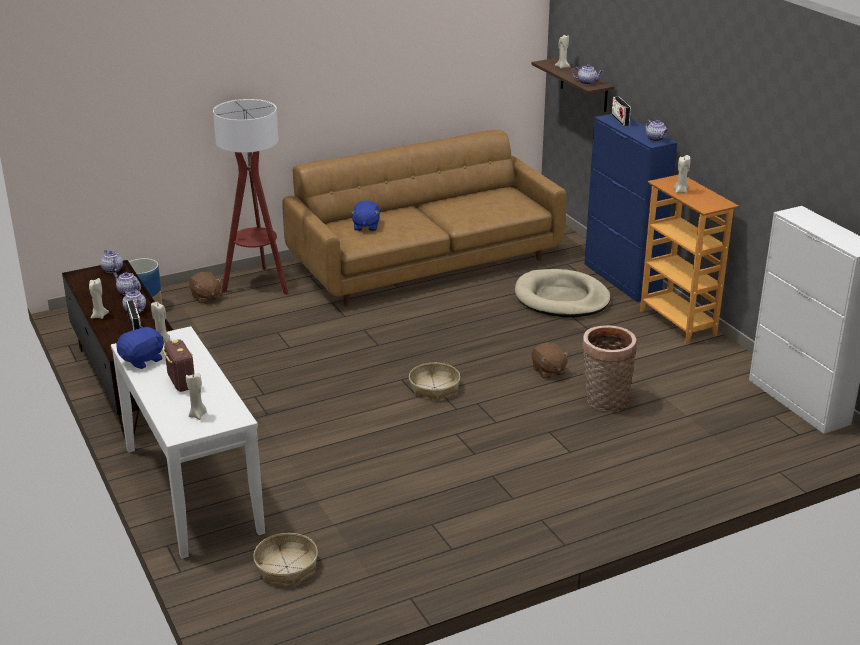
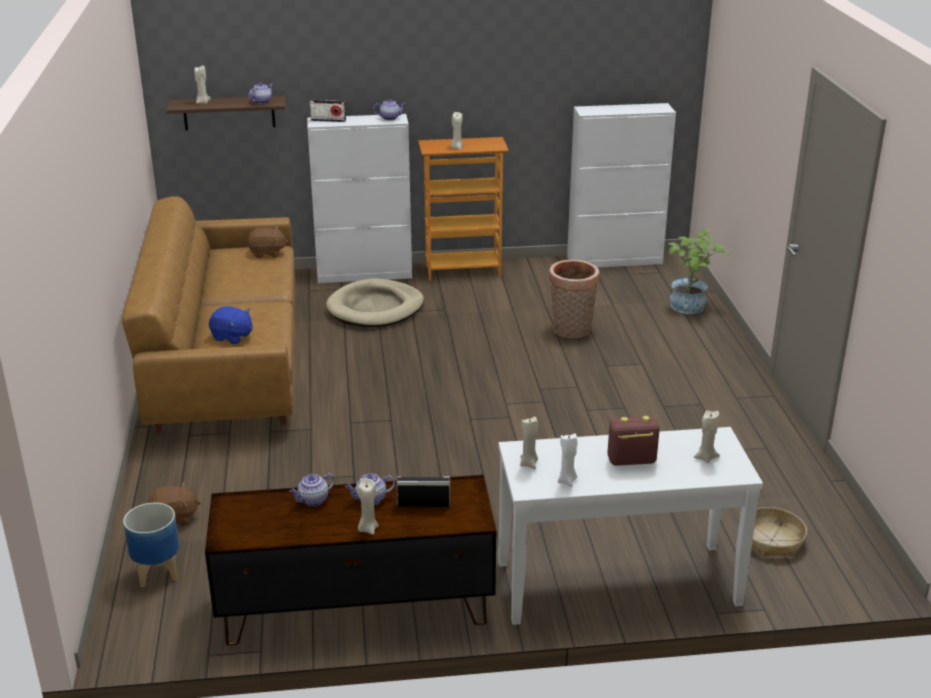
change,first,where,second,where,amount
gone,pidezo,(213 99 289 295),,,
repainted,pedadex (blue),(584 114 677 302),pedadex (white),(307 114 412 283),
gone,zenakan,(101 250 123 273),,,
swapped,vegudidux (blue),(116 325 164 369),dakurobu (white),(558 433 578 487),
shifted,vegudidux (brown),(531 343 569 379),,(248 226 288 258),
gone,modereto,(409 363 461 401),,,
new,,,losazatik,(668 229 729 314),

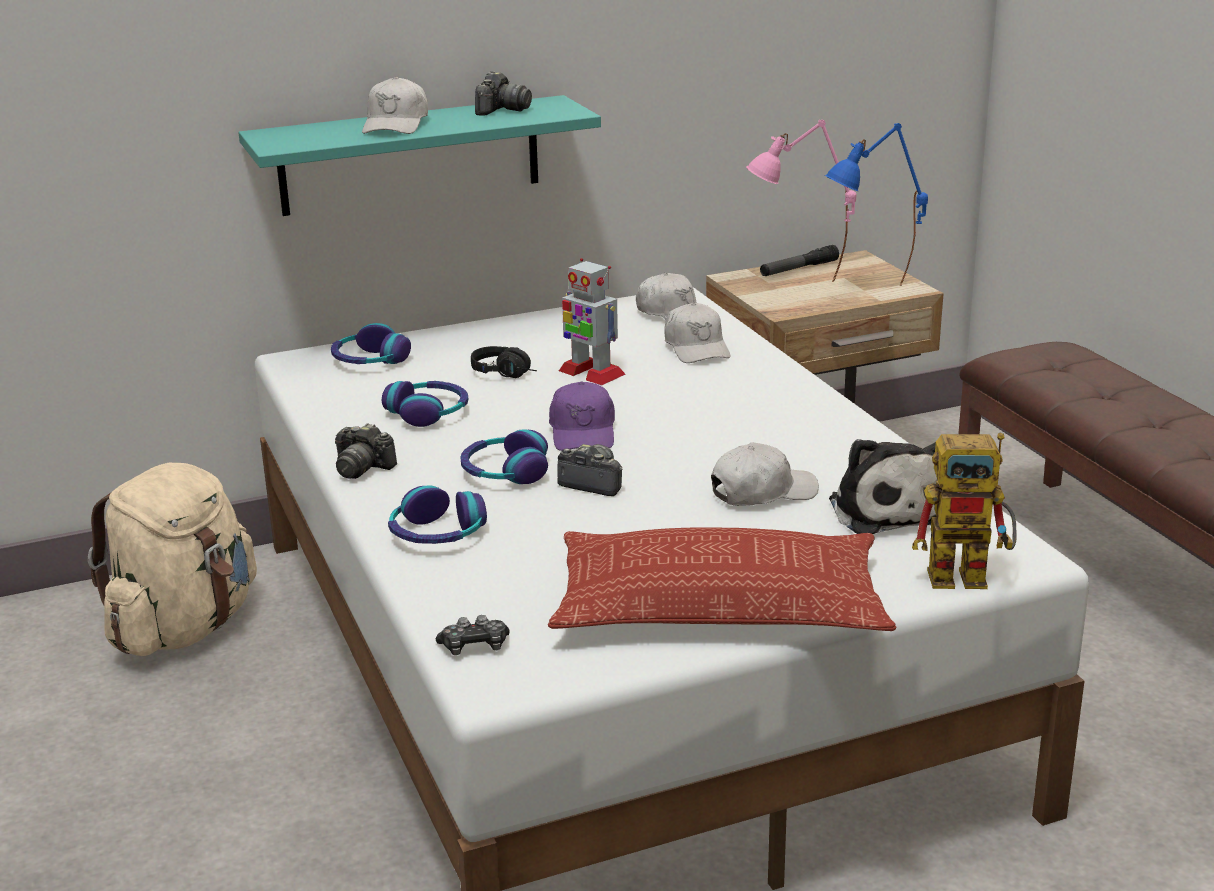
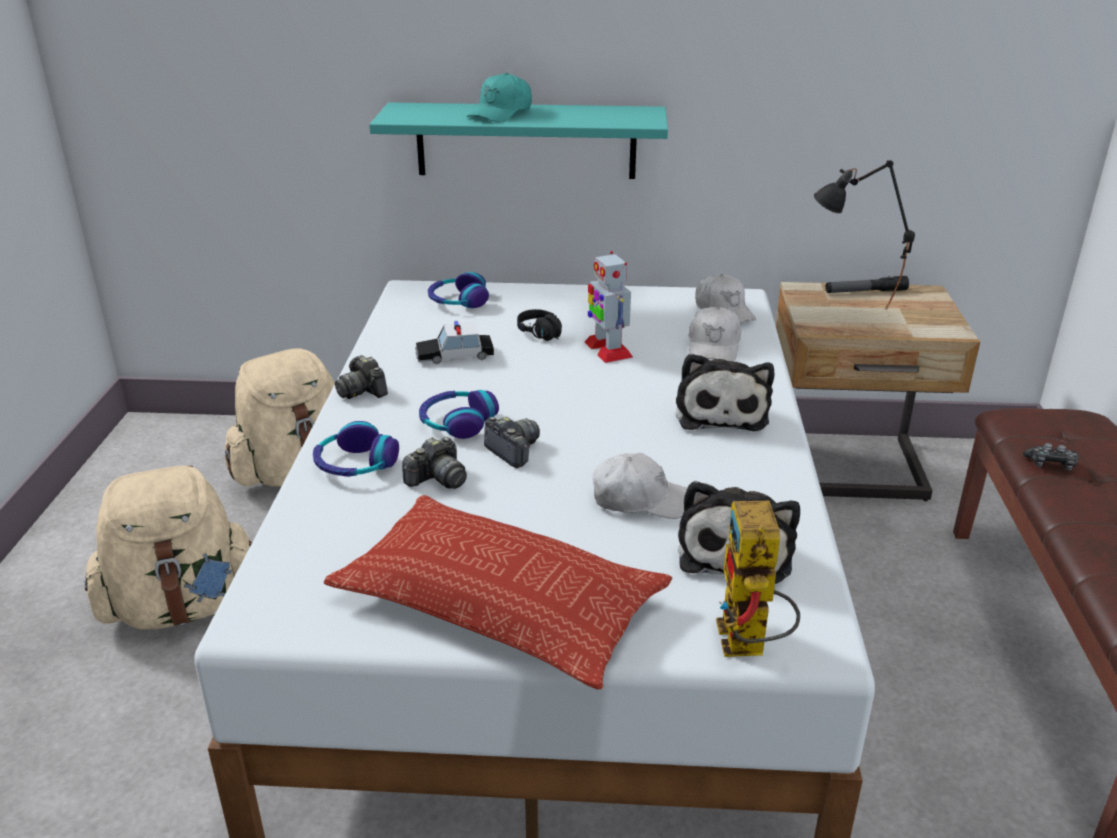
change,first,where,second,where,amount
shifted,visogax,(475 71 532 116),,(402 437 467 489),
repainted,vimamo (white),(362 77 428 134),vimamo (turquoise),(466 73 532 122),
repainted,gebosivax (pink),(746 119 856 282),gebosivax (black),(814 160 915 310),
gone,gebosivax (blue),(825 123 928 285),,,
swapped,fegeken,(382 381 468 427),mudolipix,(415 321 494 364),
gone,vimamo (purple),(549 381 615 451),,,
rotated,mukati,(912 432 1017 589),,(716 501 800 657),60 degrees clockwise
shifted,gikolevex,(436 615 510 655),,(1023 443 1079 471),
new,,,vegudidux,(676 353 774 431),
new,,,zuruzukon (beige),(84 466 252 630),

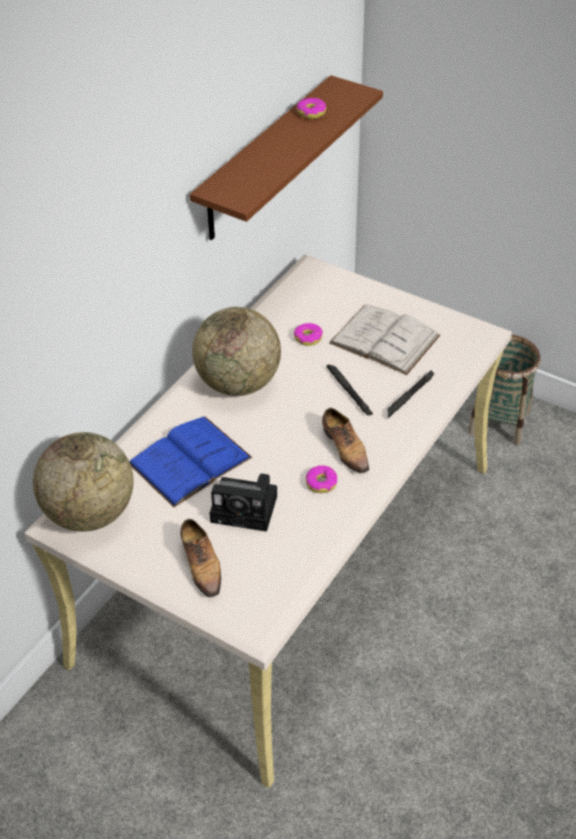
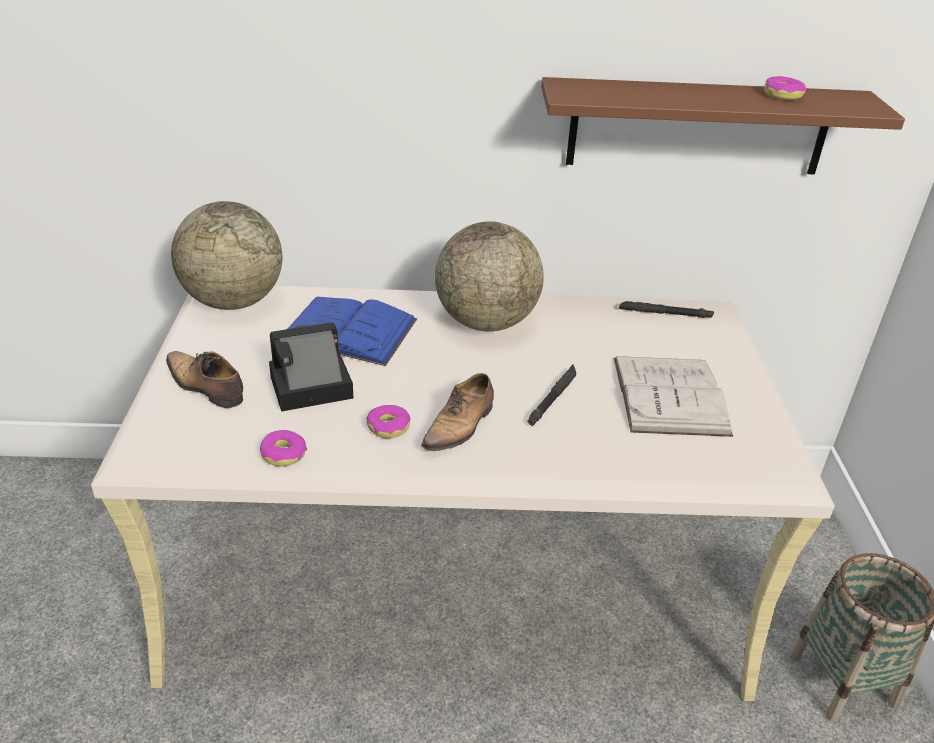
change,first,where,second,where,amount
shifted,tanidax,(294 323 323 346),,(260 430 307 466),
shifted,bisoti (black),(387 370 434 418),,(619 301 714 318),
rotated,visogax,(209 474 277 532),,(269 322 353 412),90 degrees clockwise
rotated,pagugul,(180 519 221 598),,(166 351 243 408),90 degrees clockwise

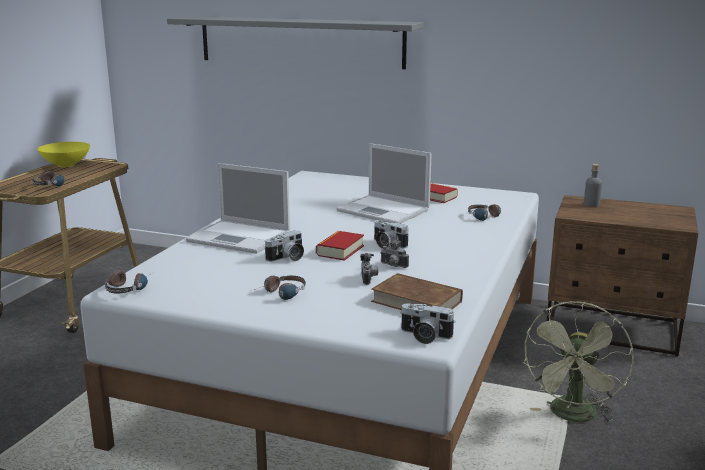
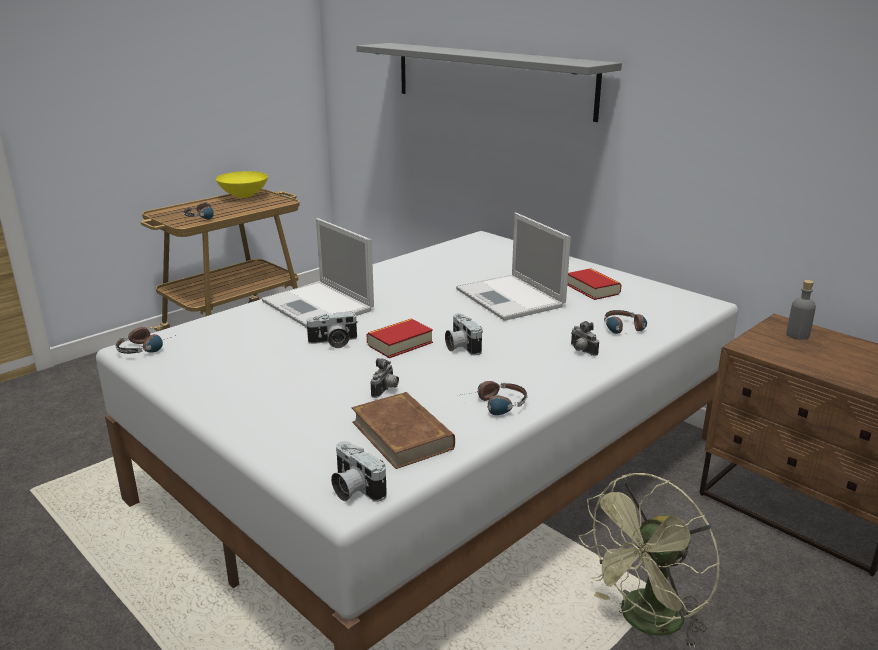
change,first,where,second,where,amount
shifted,visogax,(380 240 409 268),,(571 321 599 356),
shifted,fegeken,(251 276 306 300),,(457 381 528 415),

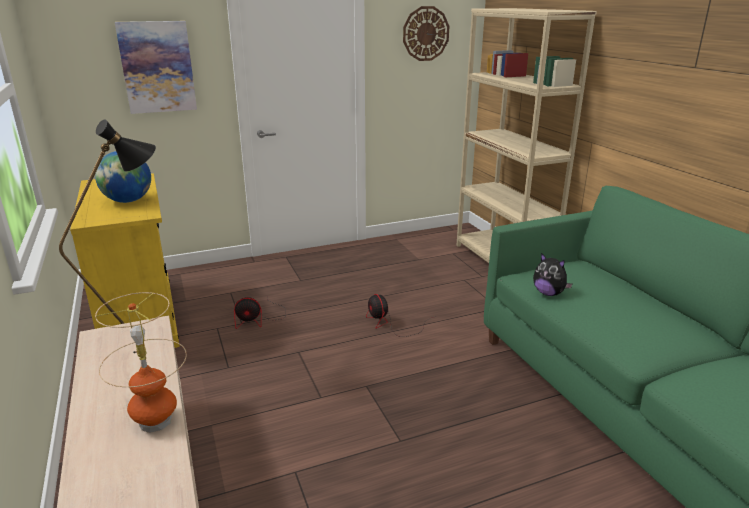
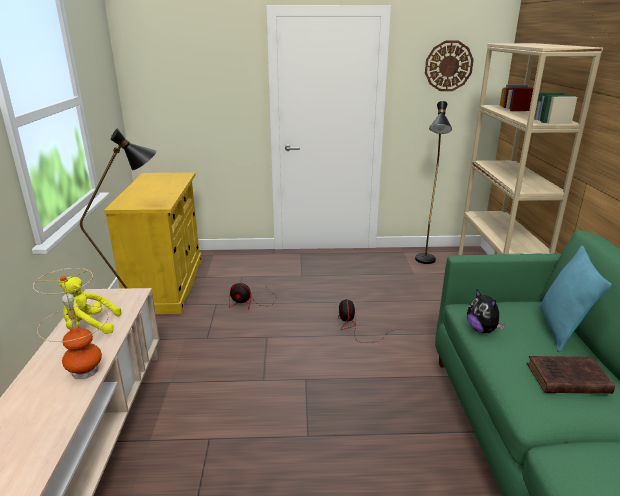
change,first,where,second,where,amount
gone,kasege,(115 21 197 114),,,
gone,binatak,(95 151 151 203),,,
new,,,pidezo (black),(415 101 452 264),
new,,,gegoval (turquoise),(539 246 612 352),
new,,,vegudidux (yellow),(59 276 121 334),
new,,,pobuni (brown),(527 356 615 394),

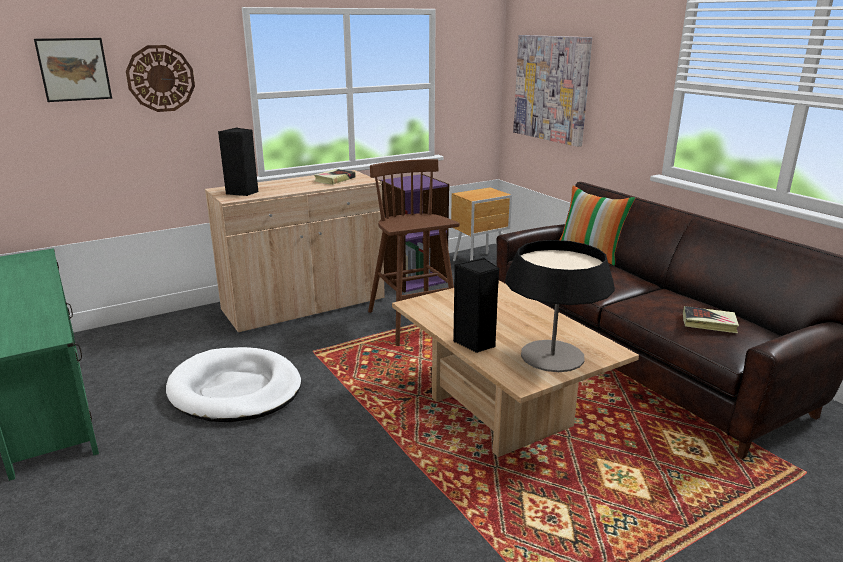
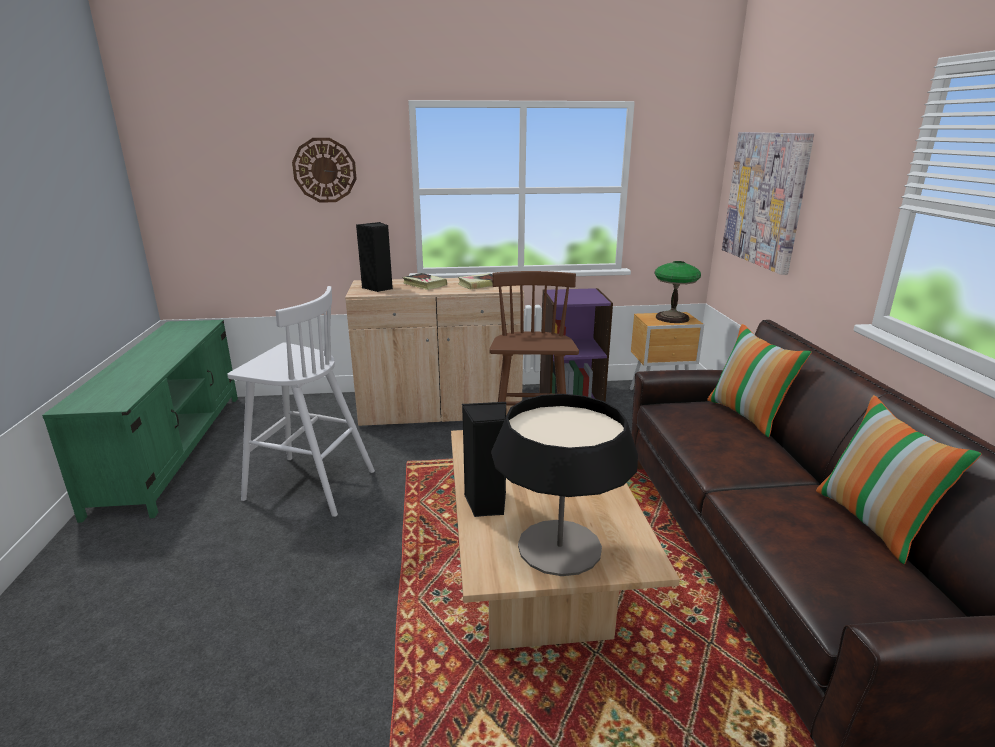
change,first,where,second,where,amount
gone,kasege,(34 38 112 102),,,
shifted,pobuni,(683 306 739 333),,(402 273 447 290),
swapped,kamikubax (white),(166 347 301 422),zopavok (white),(227 286 375 517),
new,,,gebosivax,(654 261 701 323),
new,,,gegoval,(816 395 982 564),

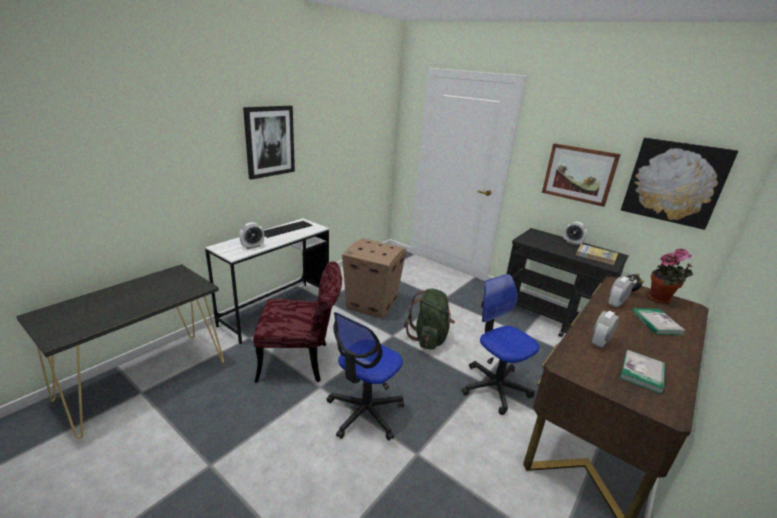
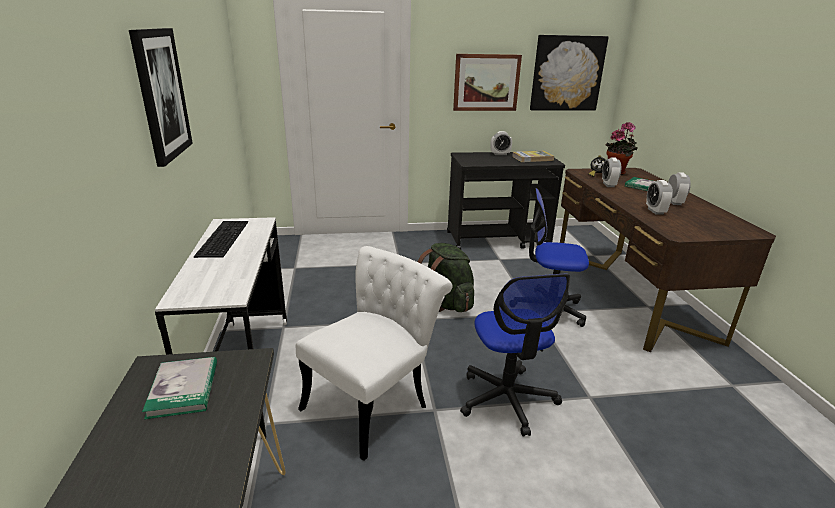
change,first,where,second,where,amount
shifted,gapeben,(239 222 264 249),,(668 172 691 205),
gone,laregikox,(342 238 407 319),,,
repainted,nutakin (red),(253 261 342 382),nutakin (white),(296 246 453 461),
shifted,pobuni,(620 350 665 394),,(142 357 217 419),

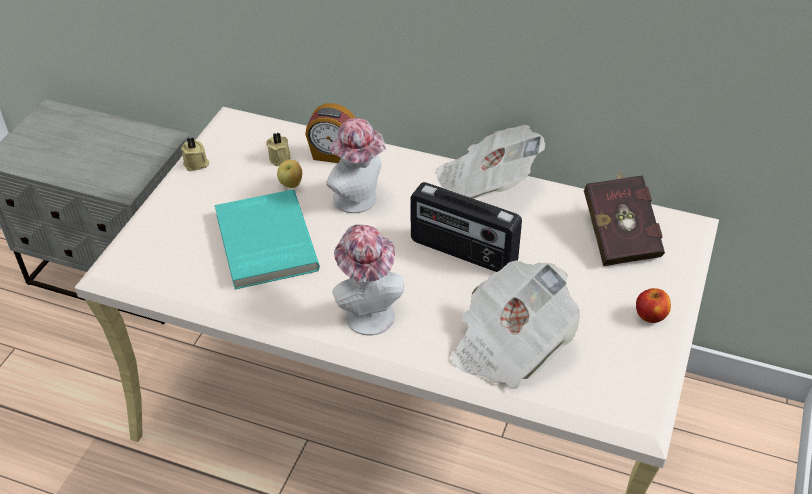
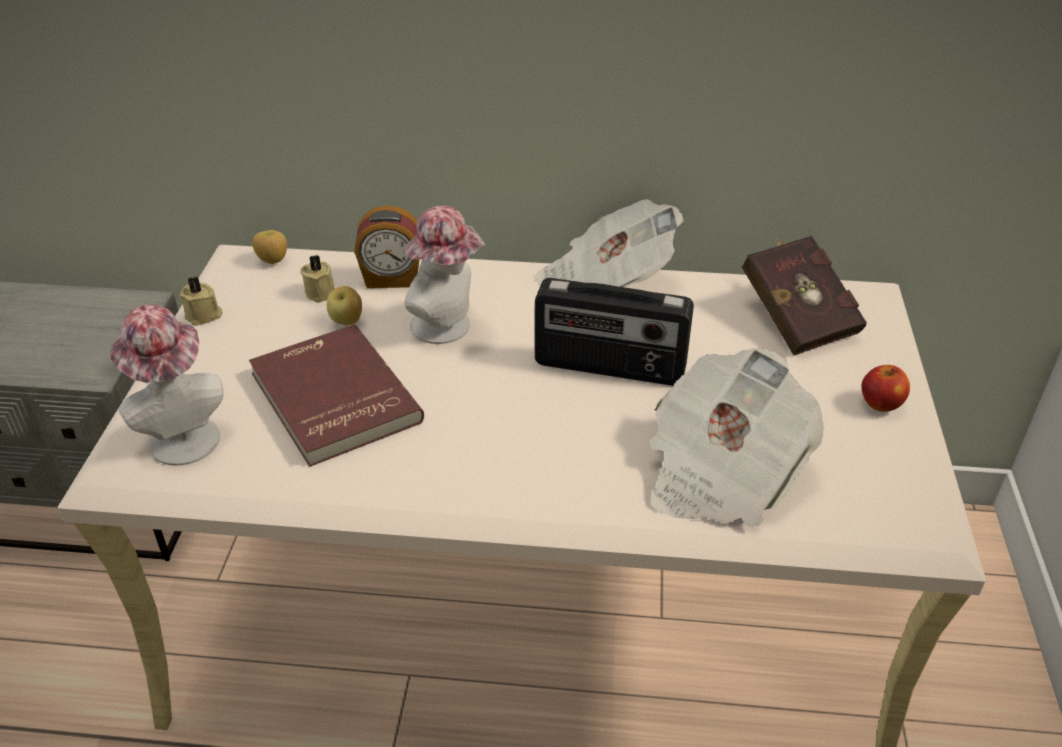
change,first,where,second,where,amount
repainted,pobuni (turquoise),(215 190 320 290),pobuni (red),(249 324 424 467),
shifted,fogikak,(332 224 404 335),,(109 304 224 466),
new,,,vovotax,(253 230 287 264),

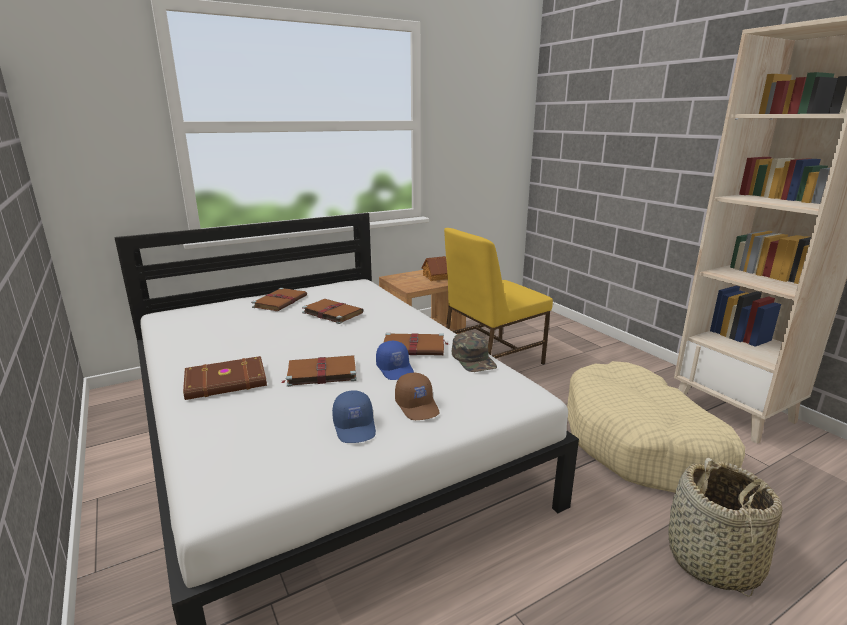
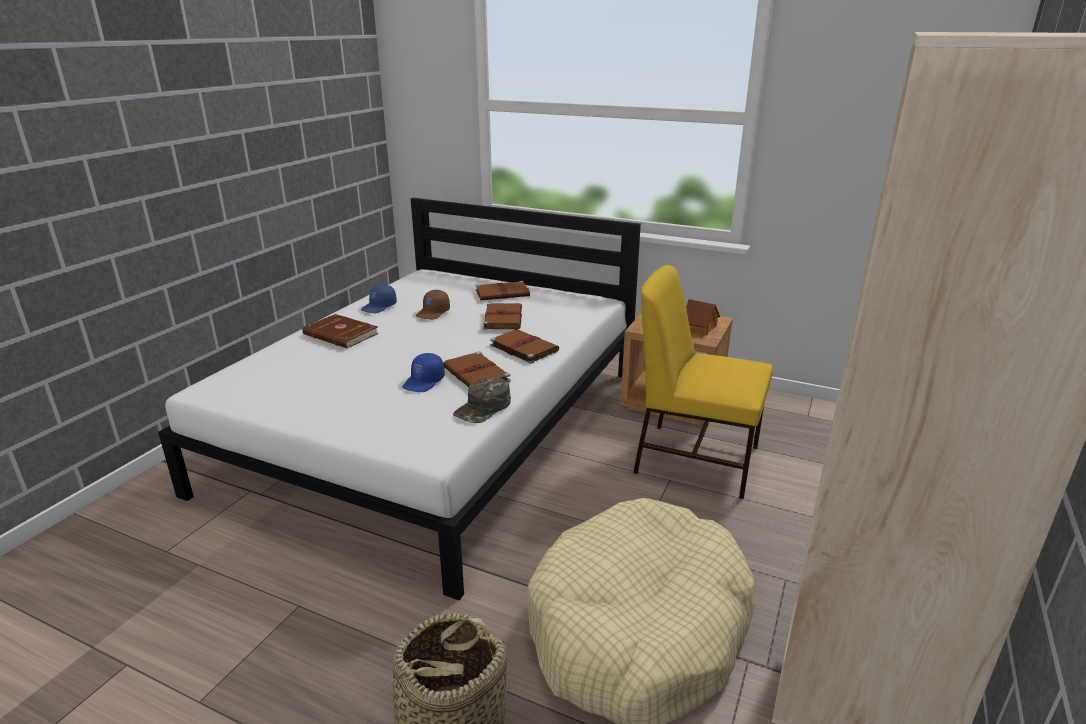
change,first,where,second,where,amount
shifted,pobuni (brown),(281 355 357 387),,(490 329 559 364),
shifted,vimamo (brown),(395 373 440 420),,(416 290 450 320),
shifted,vimamo (blue),(332 390 376 443),,(361 284 397 313),

